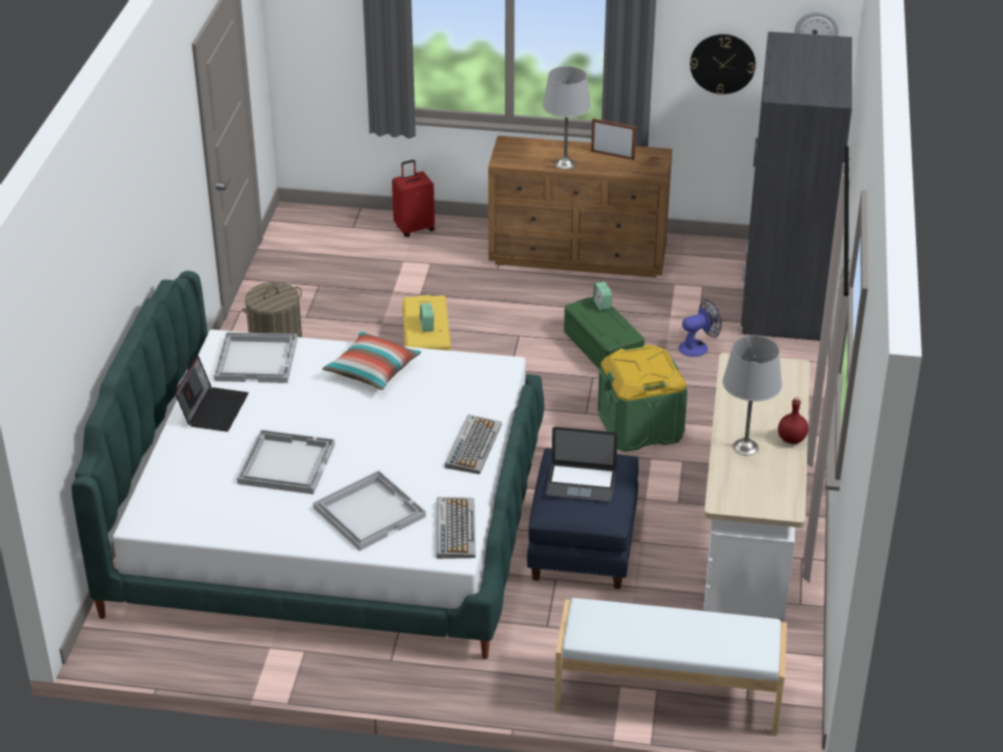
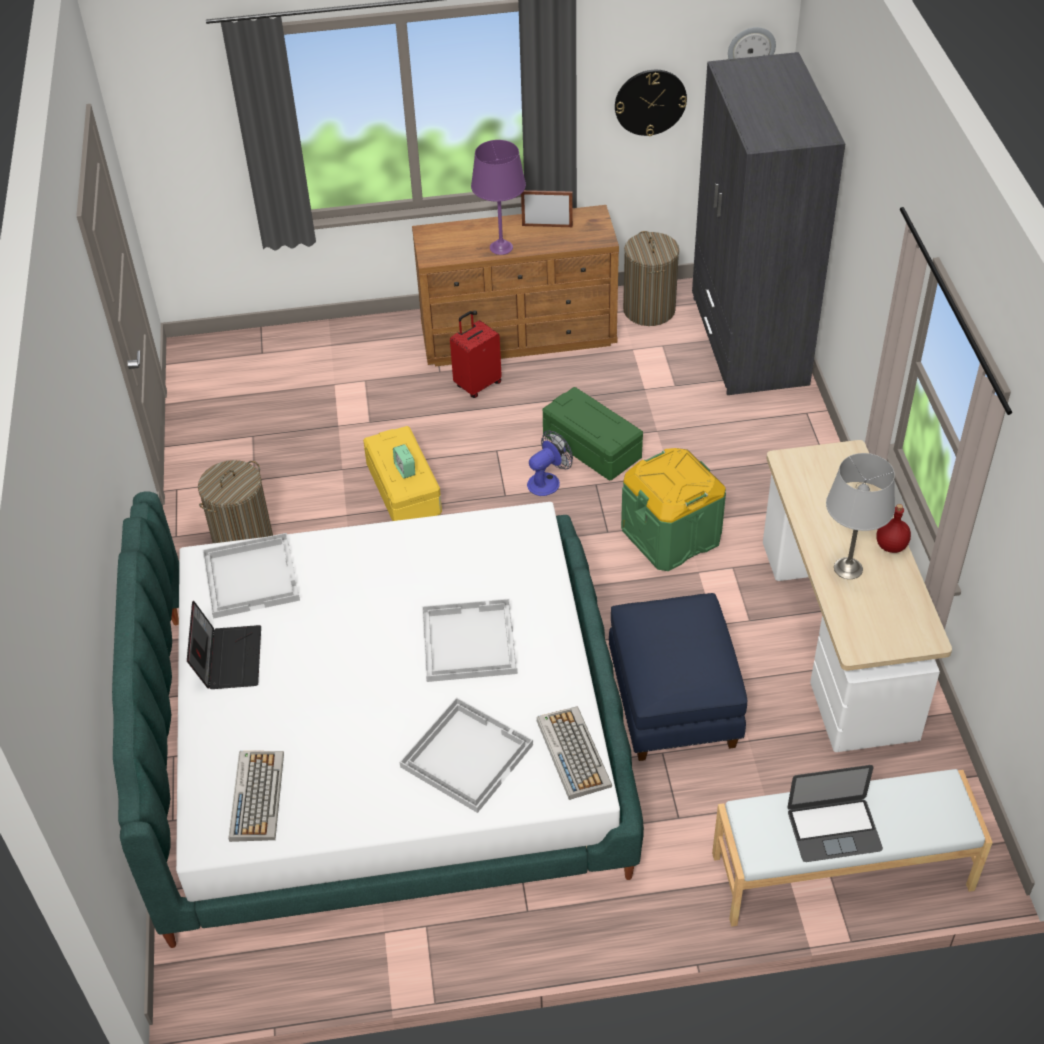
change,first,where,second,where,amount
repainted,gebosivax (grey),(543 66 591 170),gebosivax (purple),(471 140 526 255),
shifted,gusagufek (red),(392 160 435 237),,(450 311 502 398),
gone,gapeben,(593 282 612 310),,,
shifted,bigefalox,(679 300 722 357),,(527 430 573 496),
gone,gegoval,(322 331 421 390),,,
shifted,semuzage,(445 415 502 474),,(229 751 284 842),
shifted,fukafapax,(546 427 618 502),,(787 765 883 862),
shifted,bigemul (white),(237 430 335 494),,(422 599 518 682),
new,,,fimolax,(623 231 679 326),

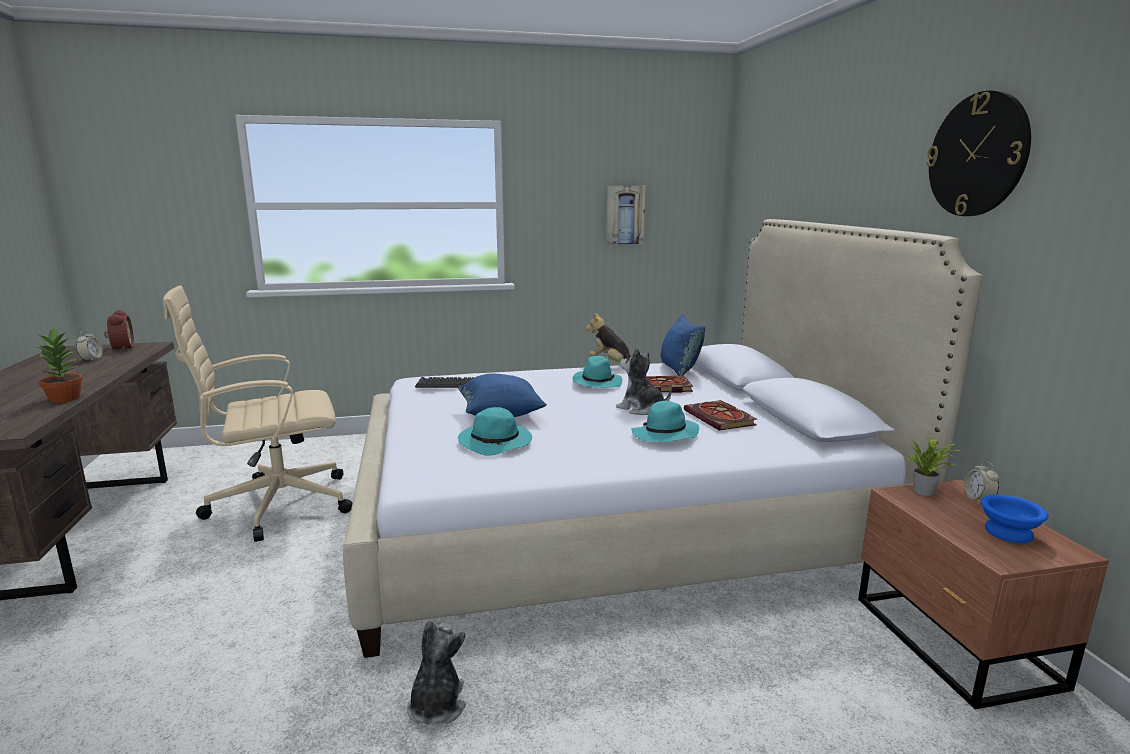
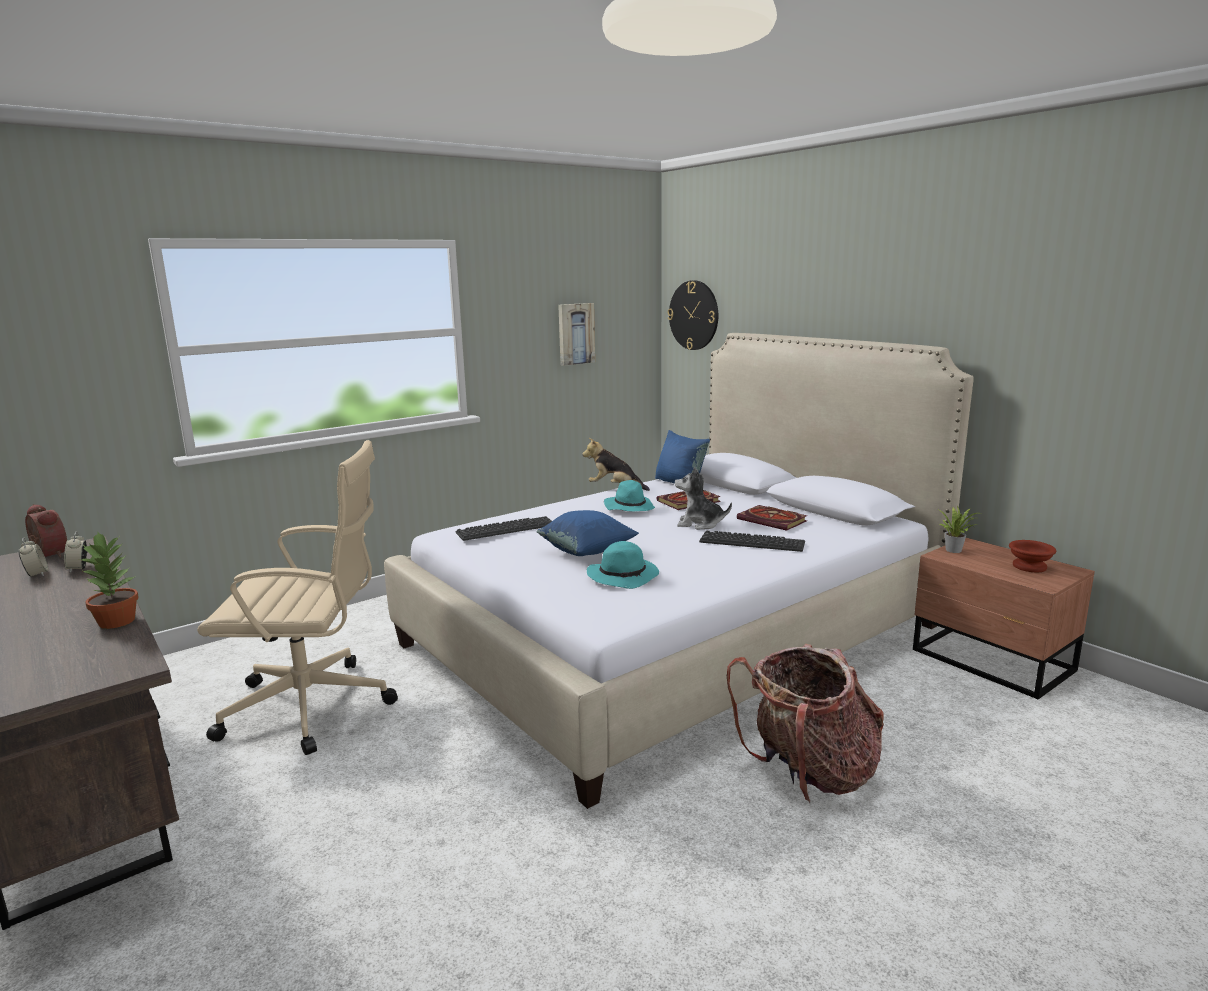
change,first,where,second,where,amount
shifted,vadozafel,(926 90 1031 216),,(668 280 718 350),
rotated,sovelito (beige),(163 285 352 542),,(197 440 398 755),135 degrees counterclockwise
swapped,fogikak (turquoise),(631 401 699 442),semuzage,(699 530 805 552),
shifted,gapeben,(964 462 999 504),,(64 531 87 573),
repainted,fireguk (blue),(981 494 1048 543),fireguk (brown),(1009 540 1056 572),
gone,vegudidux,(407 621 466 725),,,
new,,,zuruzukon,(727 644 884 803),

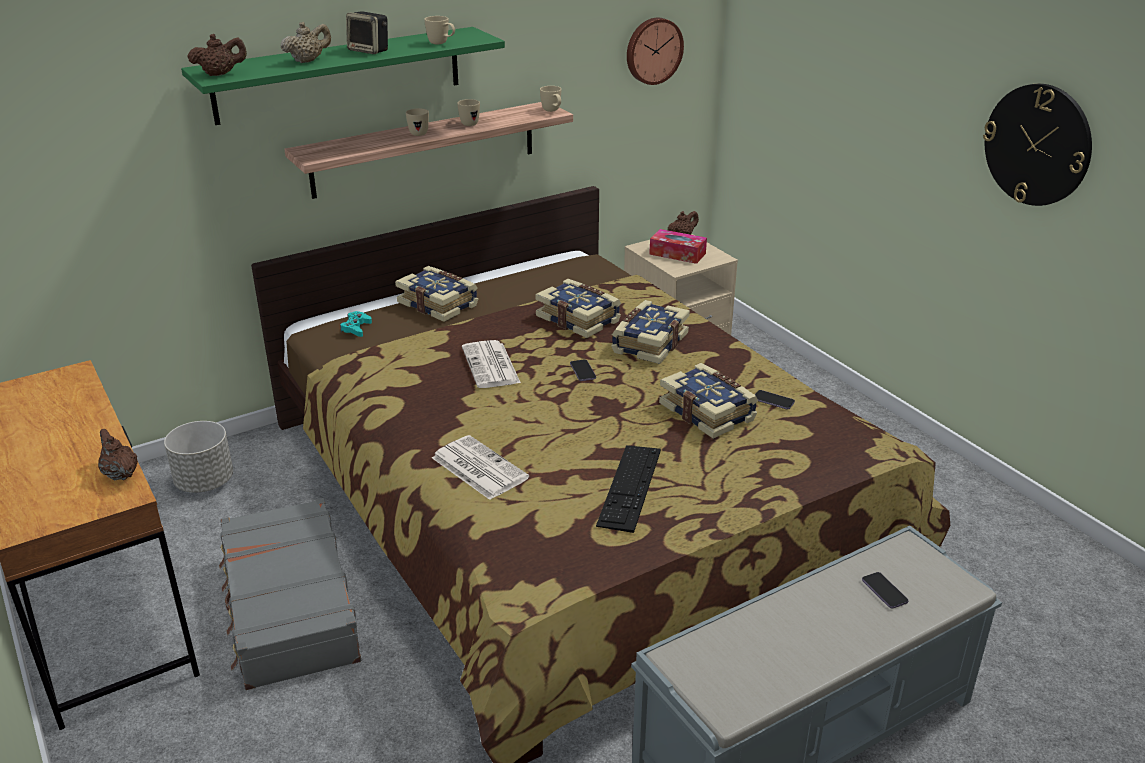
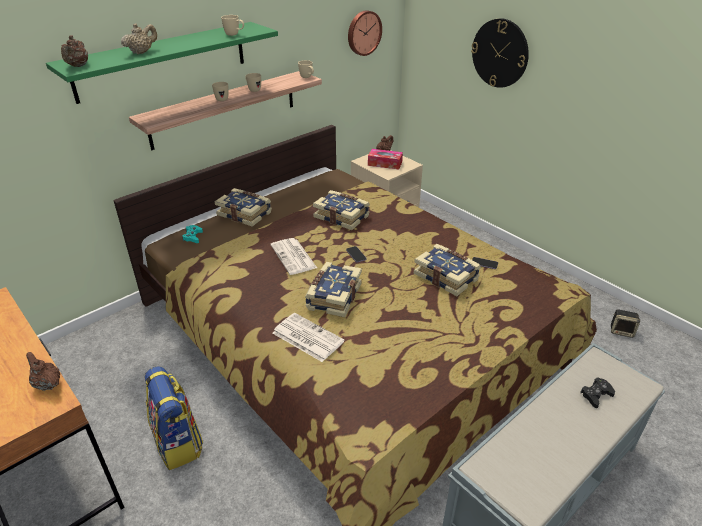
change,first,where,second,where,amount
shifted,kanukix,(346 11 388 54),,(611 309 641 338),
rotated,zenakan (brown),(187 34 247 76),,(61 36 88 67),120 degrees clockwise
shifted,vadozafel,(983 84 1092 206),,(471 18 529 88),
shifted,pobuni,(611 300 690 364),,(305 262 362 317),
gone,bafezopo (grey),(164 421 233 493),,,
gone,semuzage,(596 445 661 533),,,
swapped,gusagufek (grey),(219 498 361 690),zuruzukon,(145 366 203 470),
swapped,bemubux,(862 572 909 609),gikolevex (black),(580 377 615 408),

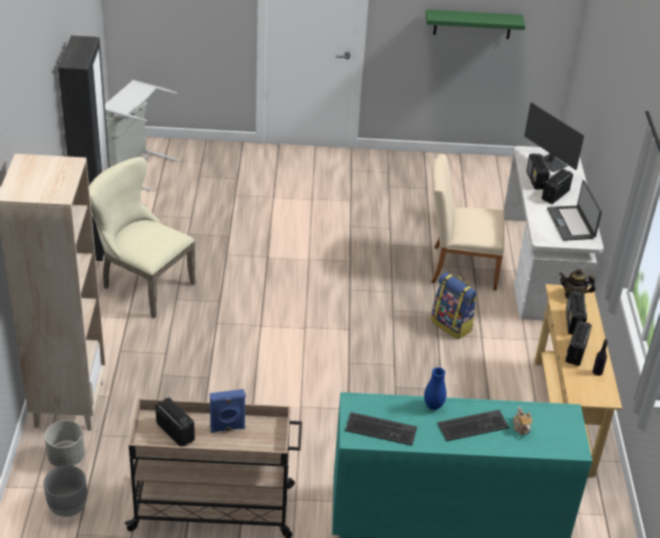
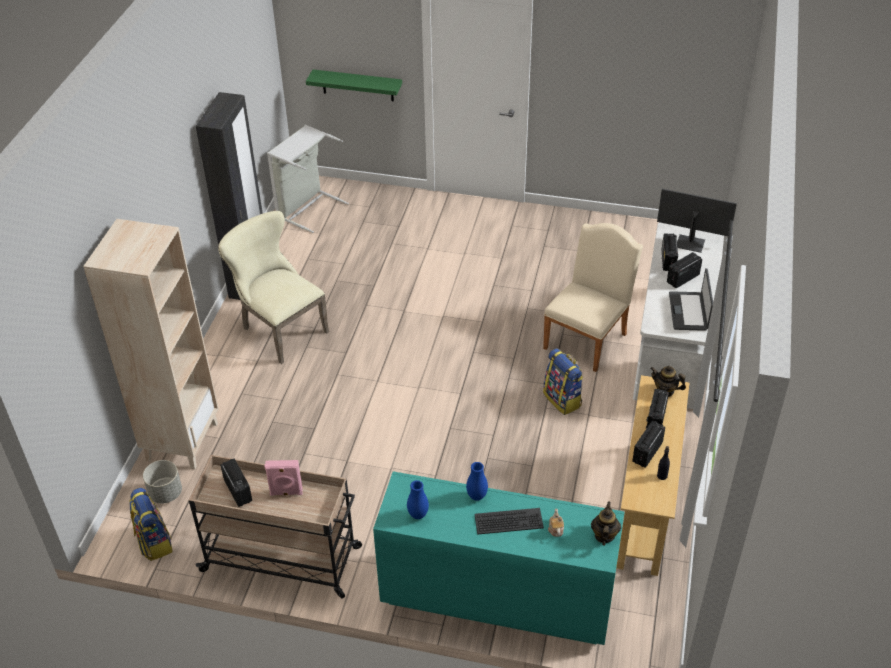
change,first,where,second,where,amount
shifted,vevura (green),(426 9 525 39),,(306 69 402 101),
rotated,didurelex,(524 102 584 172),,(657 189 737 253),135 degrees clockwise
rotated,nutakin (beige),(431 154 505 291),,(543 223 643 372),105 degrees clockwise
repainted,kanukix (blue),(210 389 246 433),kanukix (pink),(265 460 303 496),
swapped,semuzage,(345 412 417 446),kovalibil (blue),(407 480 429 519),
swapped,bafezopo (grey),(44 465 87 517),zuruzukon,(129 488 173 561),
new,,,zenakan,(591 501 621 546),

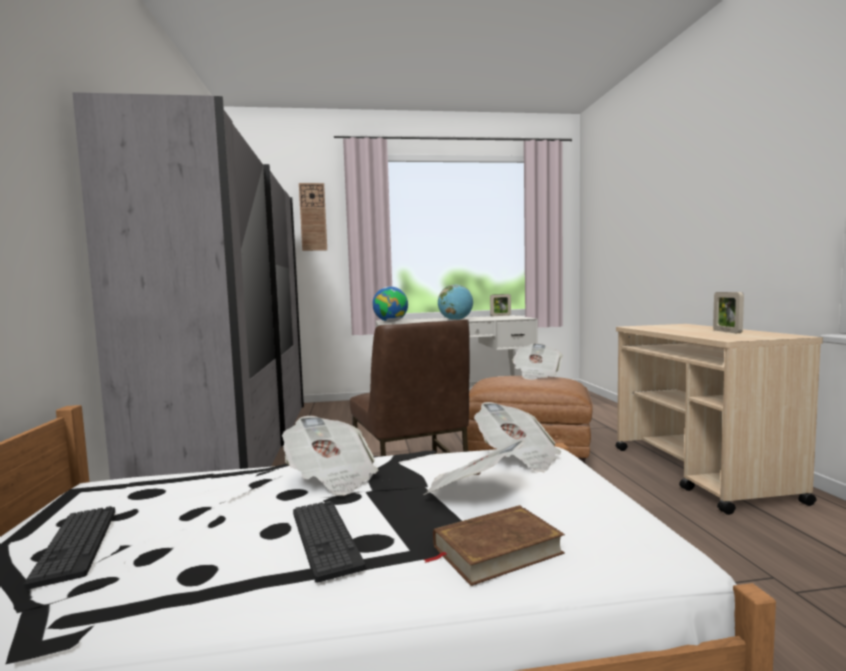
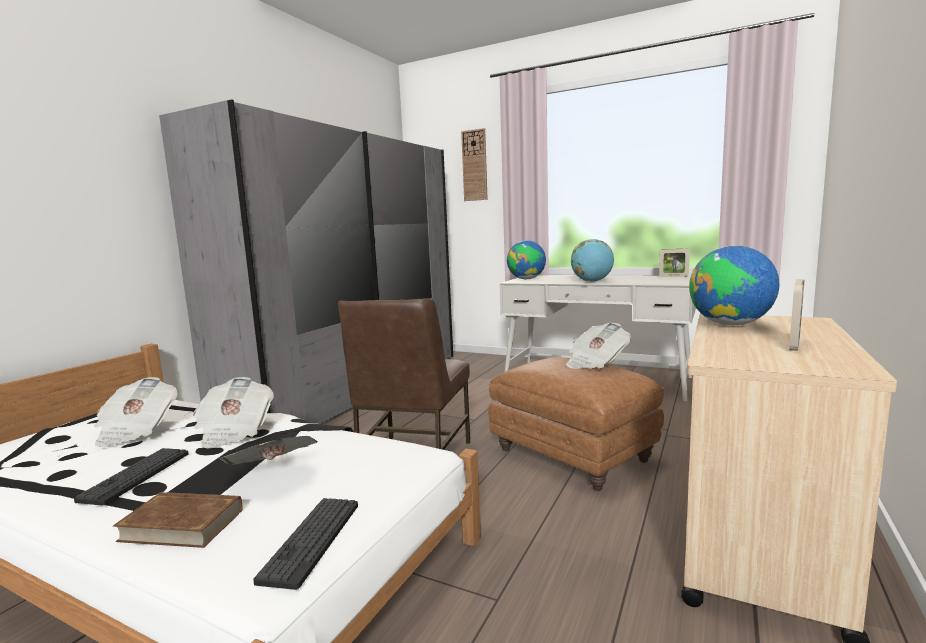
change,first,where,second,where,amount
shifted,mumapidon,(474 402 561 472),,(94 377 178 447),
shifted,semuzage,(24 506 115 590),,(253 498 358 590),
new,,,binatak,(689 246 779 325),

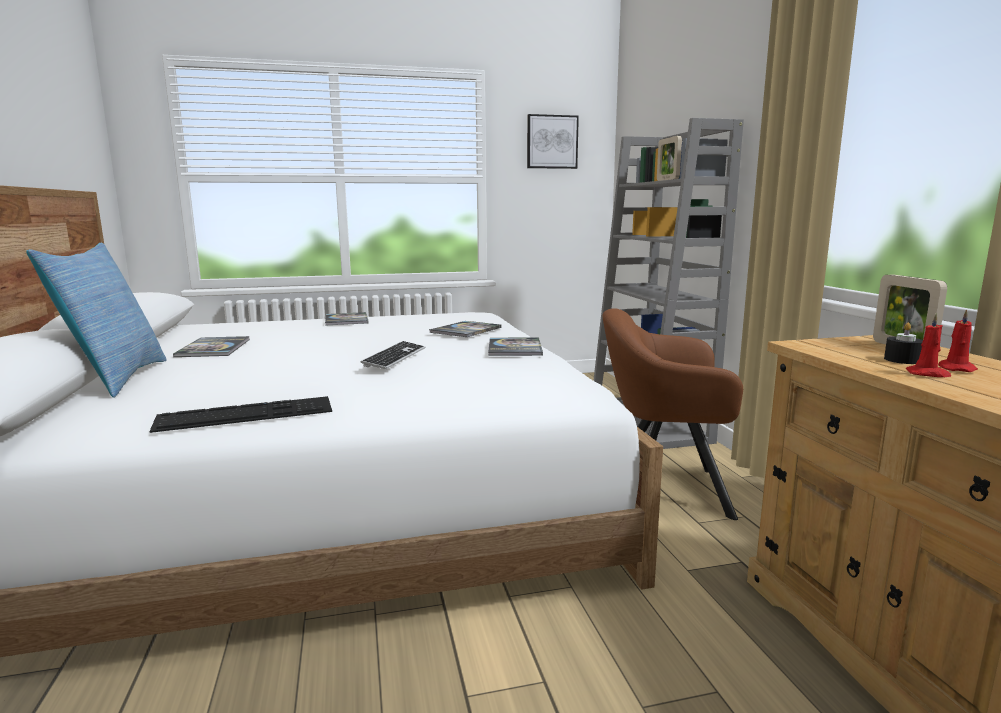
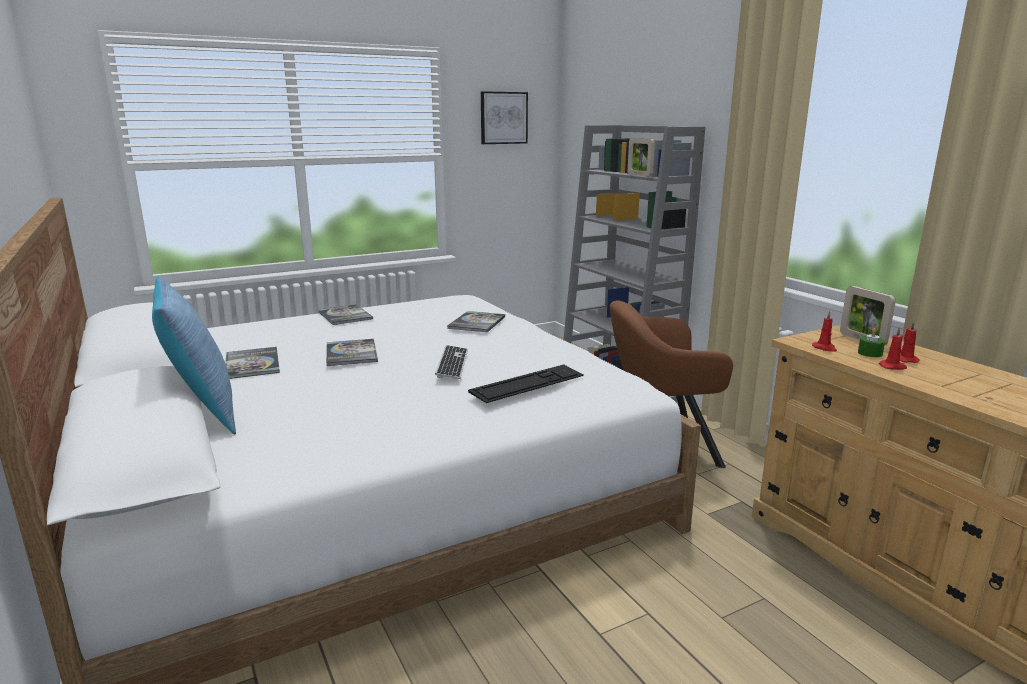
change,first,where,second,where,amount
repainted,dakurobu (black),(884 323 923 364),dakurobu (green),(858 328 885 357),
shifted,pobuni,(488 338 543 356),,(326 339 378 366),
shifted,semuzage,(150 396 332 433),,(468 364 584 403),
new,,,dakurobu (red),(812 311 837 352),

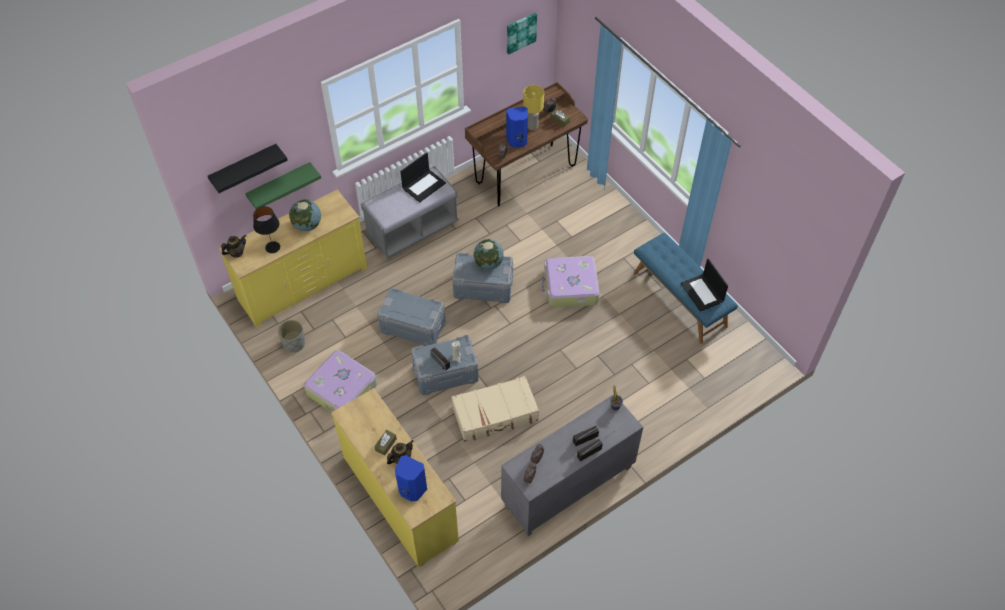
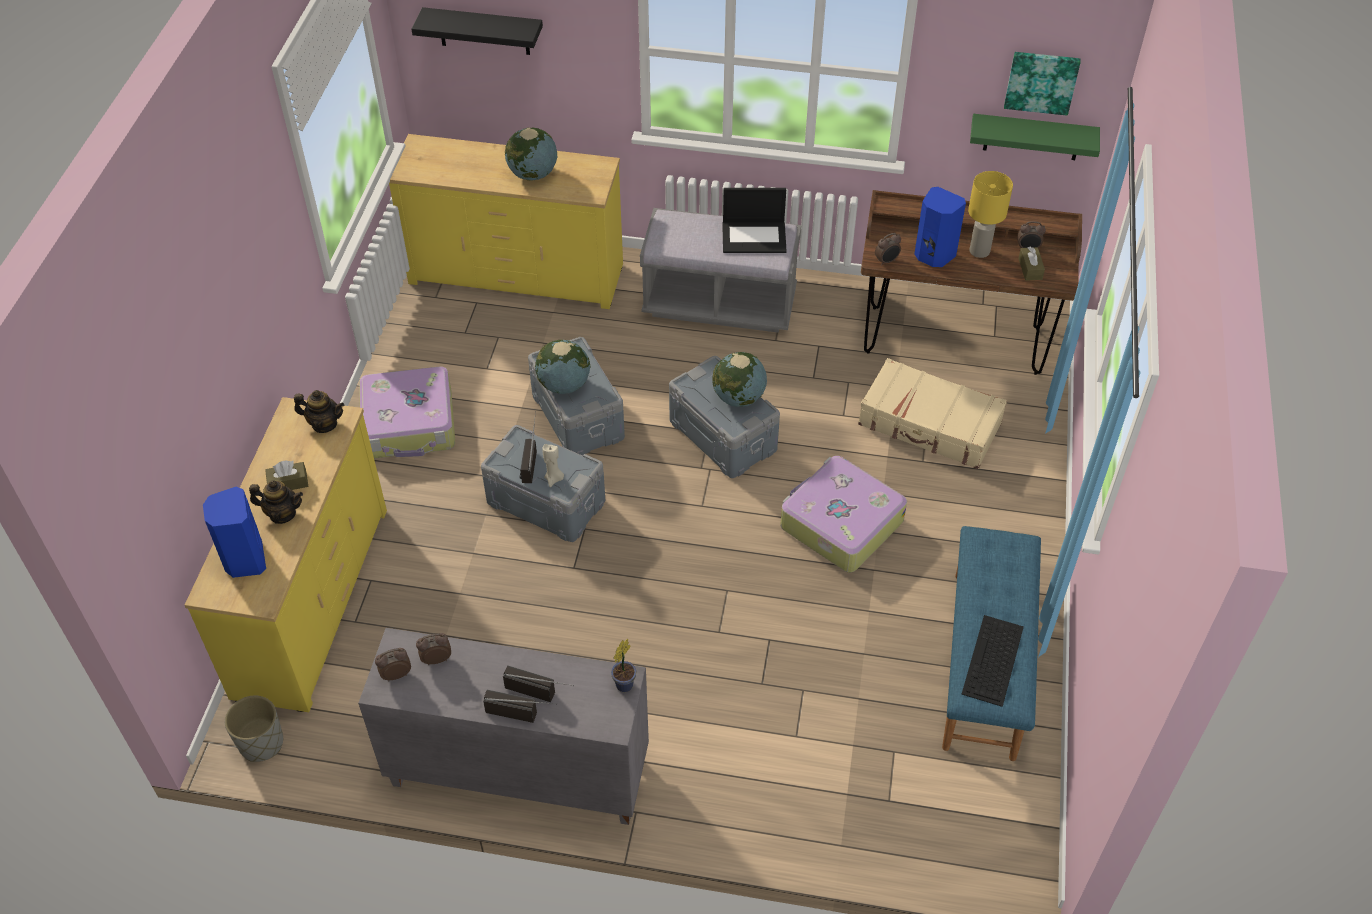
change,first,where,second,where,amount
shifted,vevura (green),(245 162 321 209),,(970 114 1100 160),
gone,gebosivax (black),(253 206 280 253),,,
shifted,zenakan,(221 235 246 258),,(294 390 344 433),
swapped,fukafapax,(681 258 728 311),semuzage,(962 615 1024 707),
shifted,bafezopo (grey),(278 320 305 353),,(225 696 283 762),
shifted,gusagufek (beige),(451 376 539 441),,(858 358 1007 469),
new,,,binatak,(535 340 591 394),

